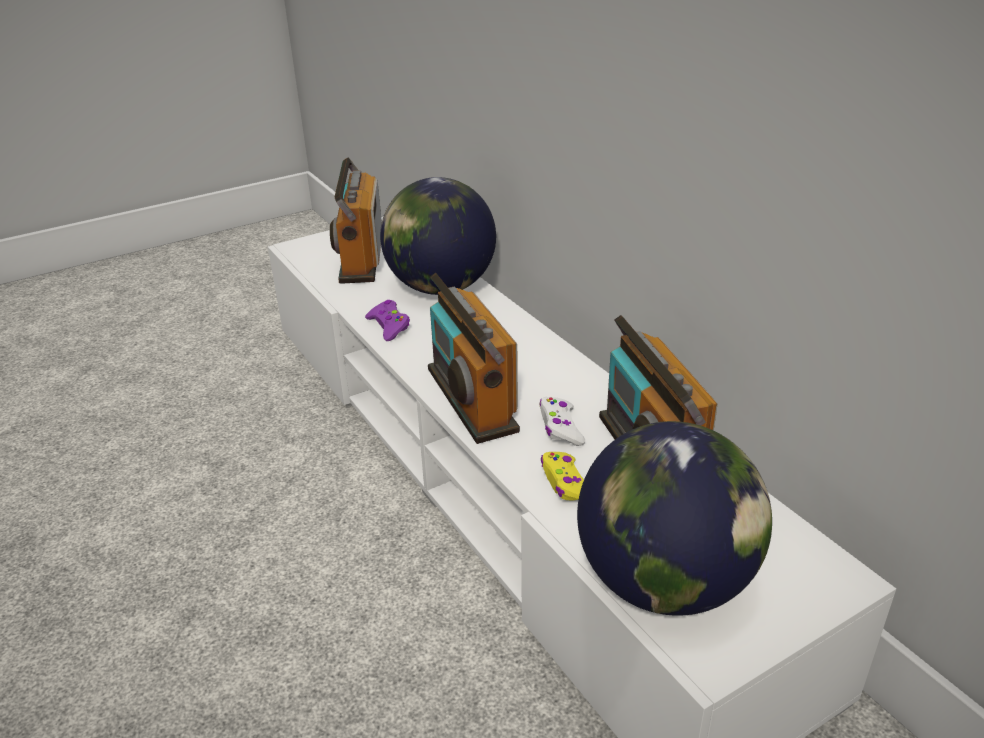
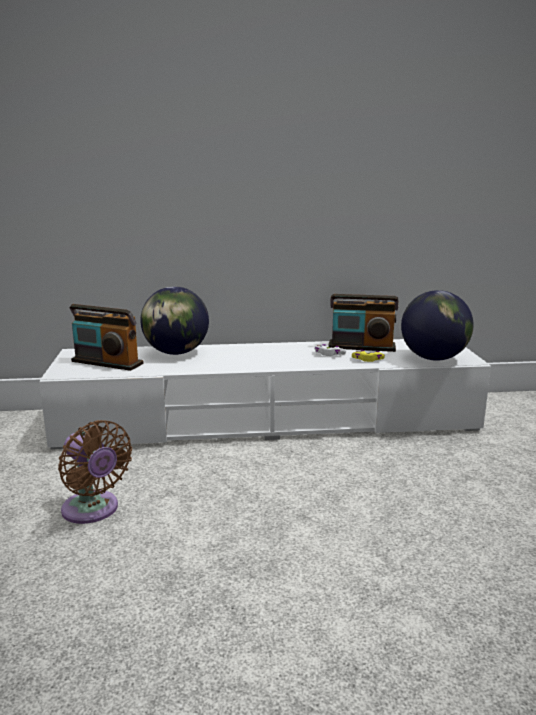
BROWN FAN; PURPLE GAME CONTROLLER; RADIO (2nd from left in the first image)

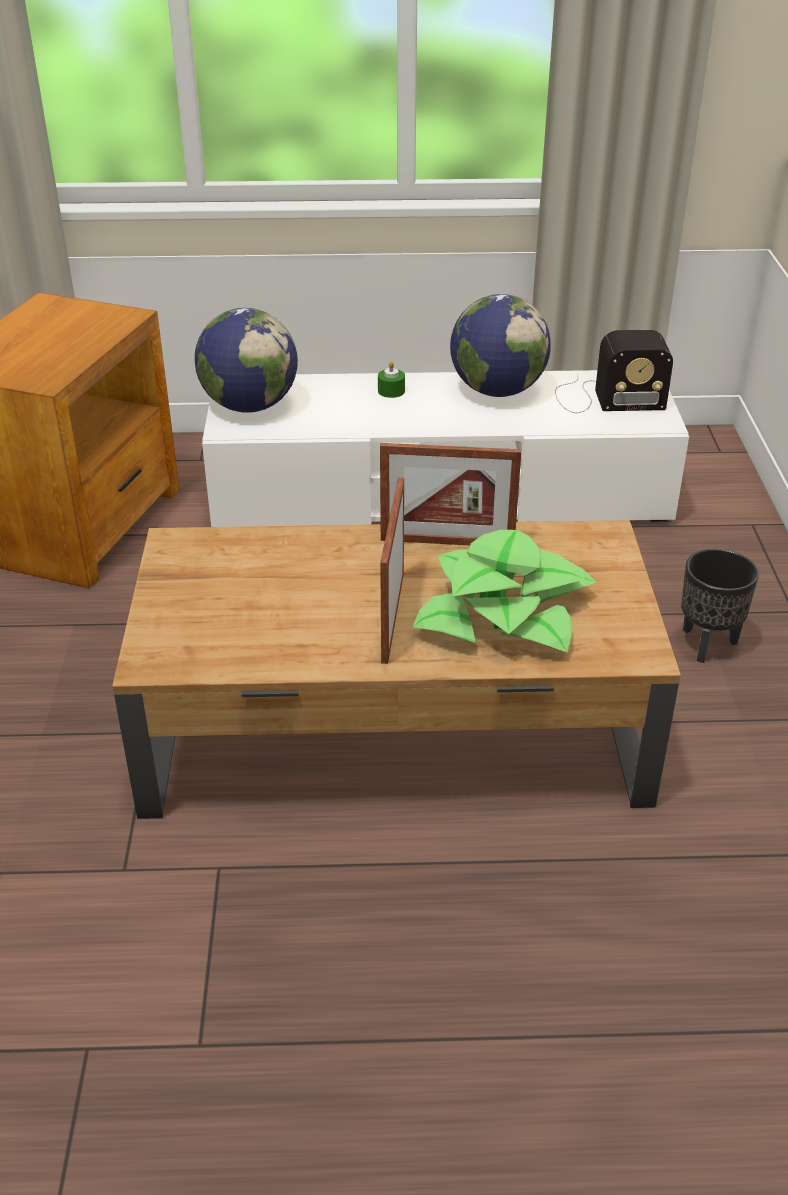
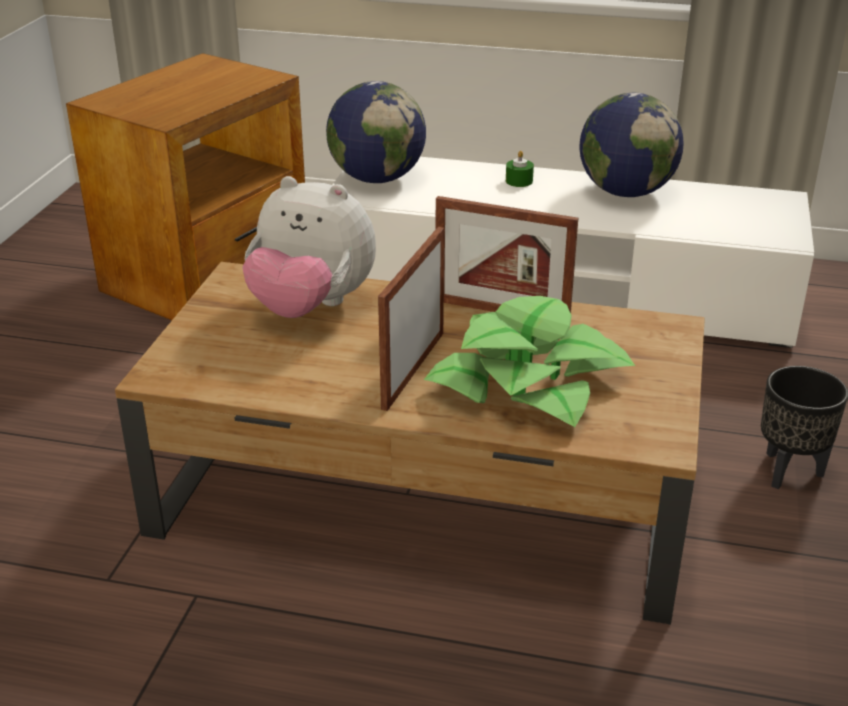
PLUSH TOY; RADIO

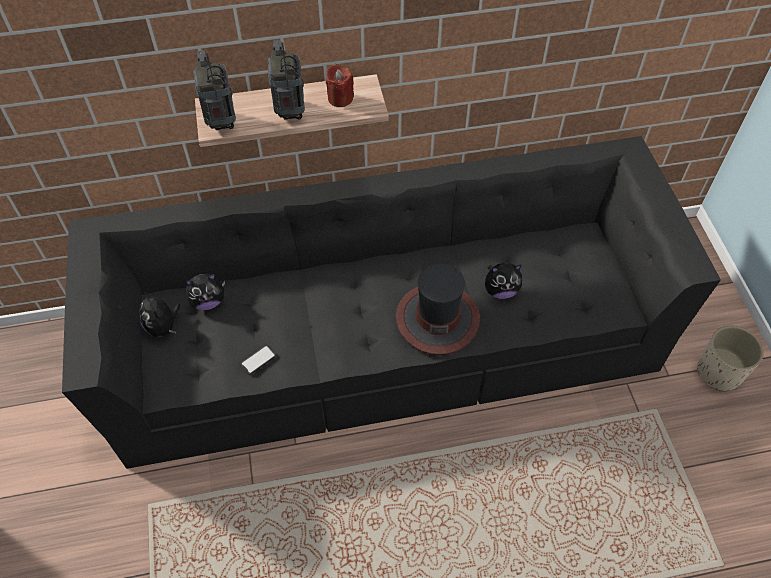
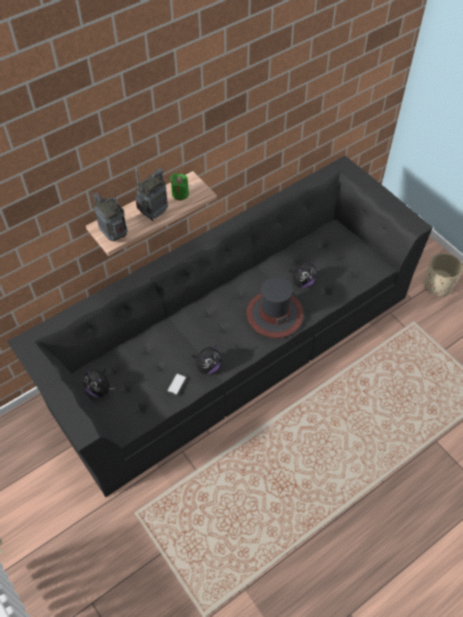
RADIO (2nd from left); GREEN CANDLE; PLUSH TOY (2nd from left)

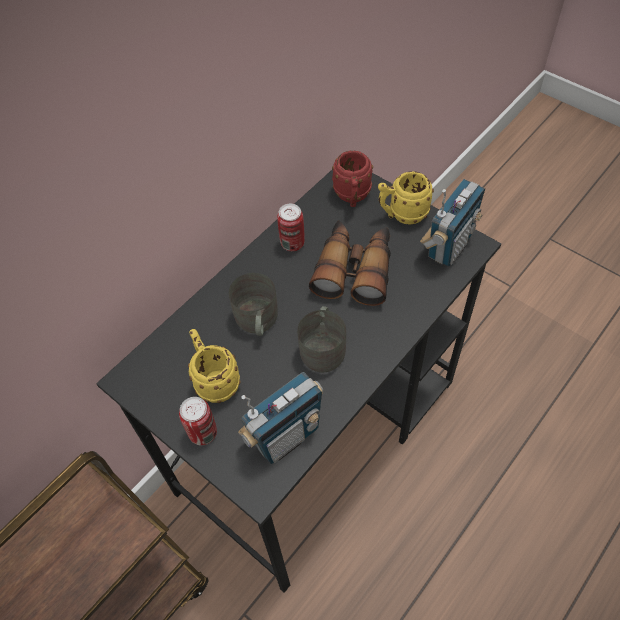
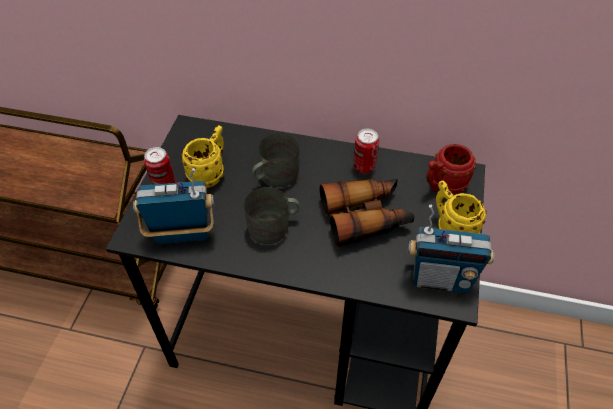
RADIO (1st from left)

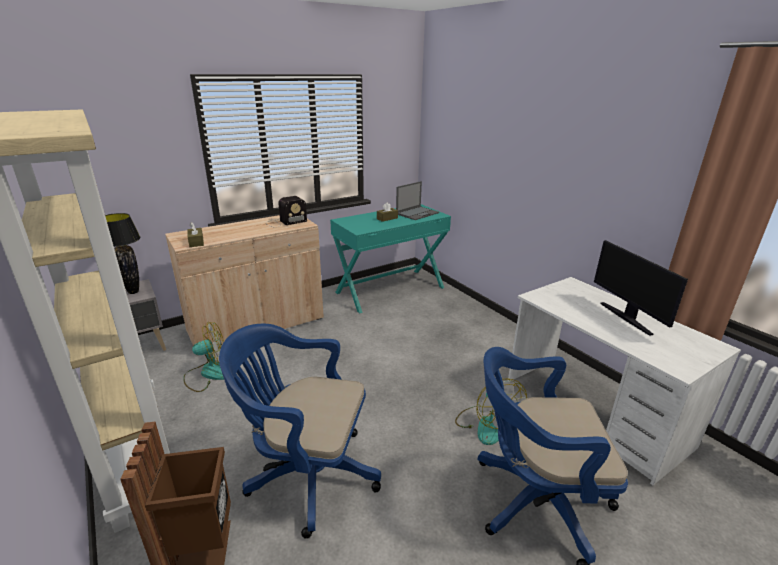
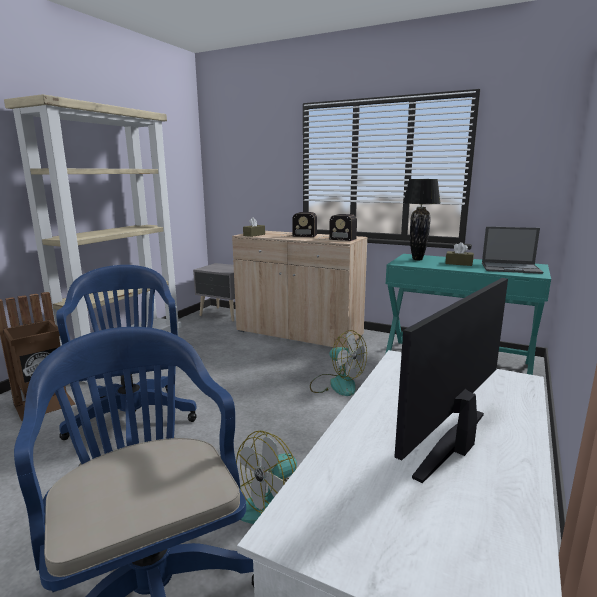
RADIO (1st from left); FAN (2nd from left); BLACK TABLE LAMP

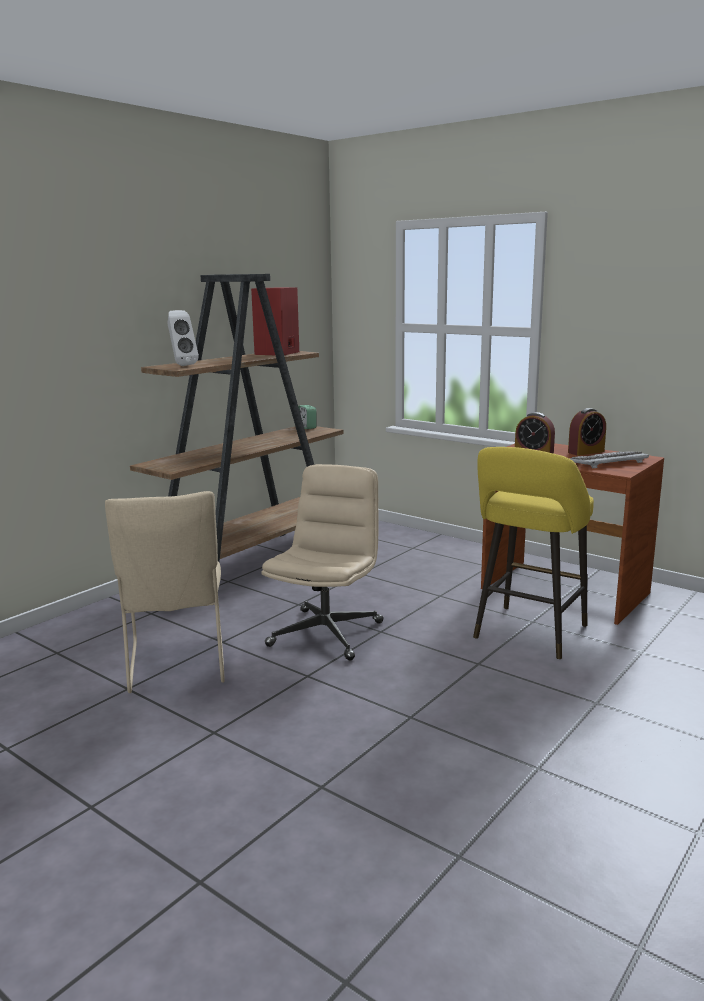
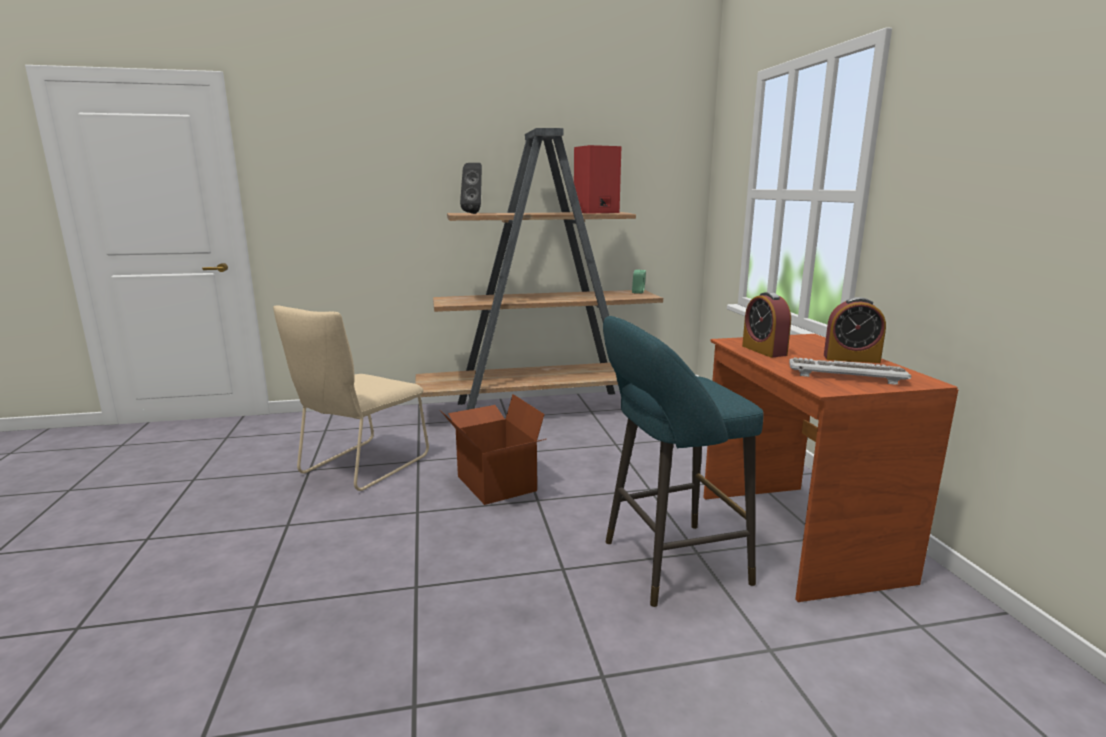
CARDBOARD BOX; BLACK SPEAKER; TURQUOISE STOOL

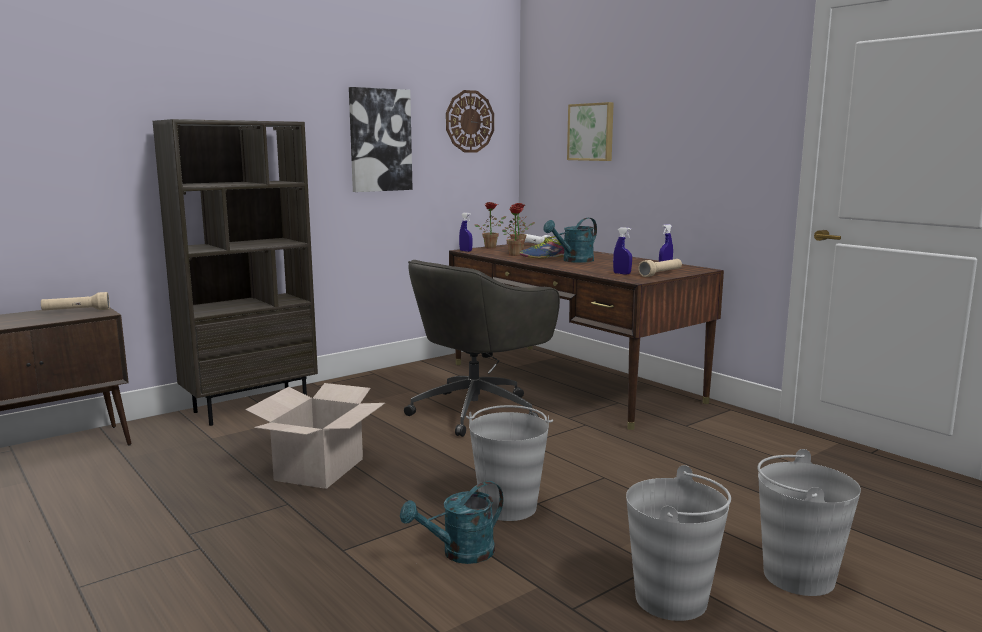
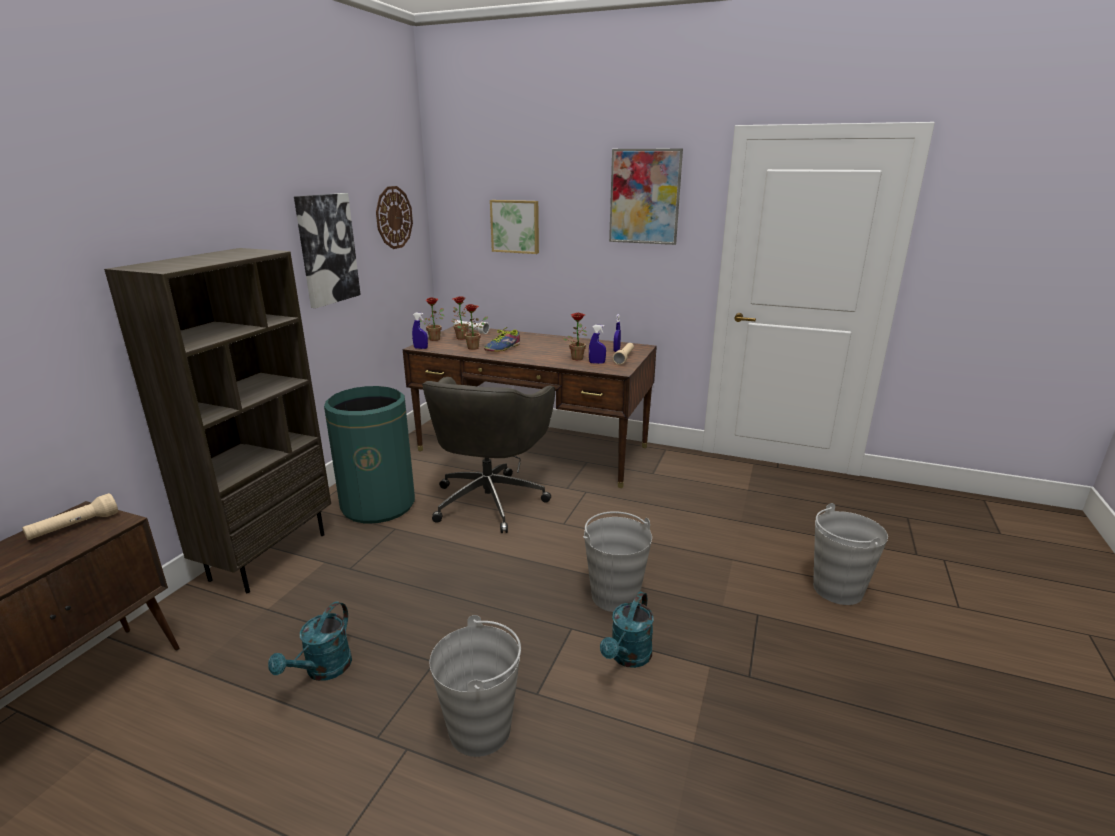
TURQUOISE WATERING CAN (1st from left); GREEN TRASH CAN; GREY BUCKET (1st from left); POTTED PLANT (4th from left); PICTURE (3rd from left); CARDBOARD BOX

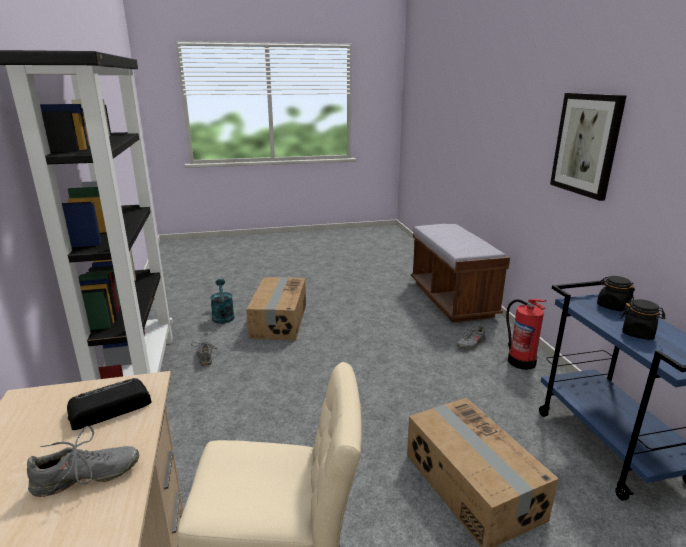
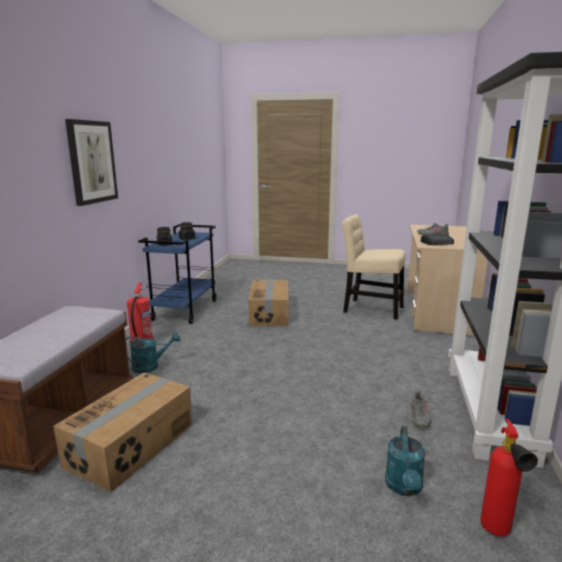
CARDBOARD BOX (1st from left); TURQUOISE WATERING CAN (1st from left); FIRE EXTINGUISHER (2nd from left)

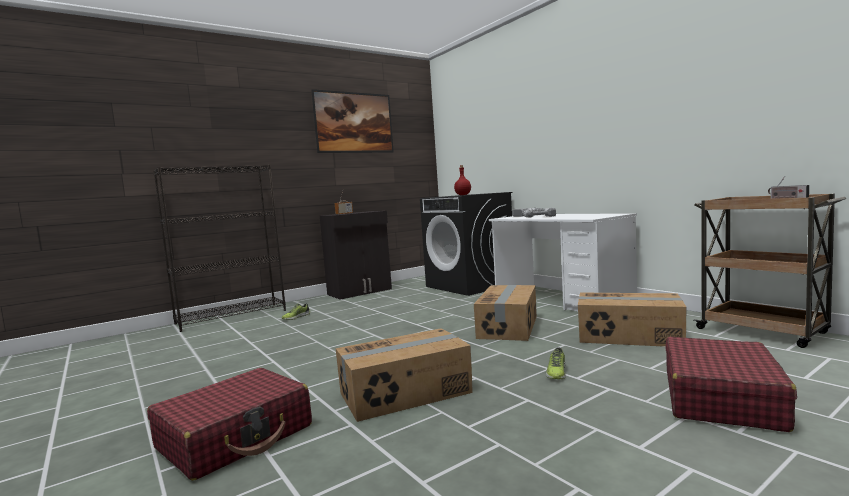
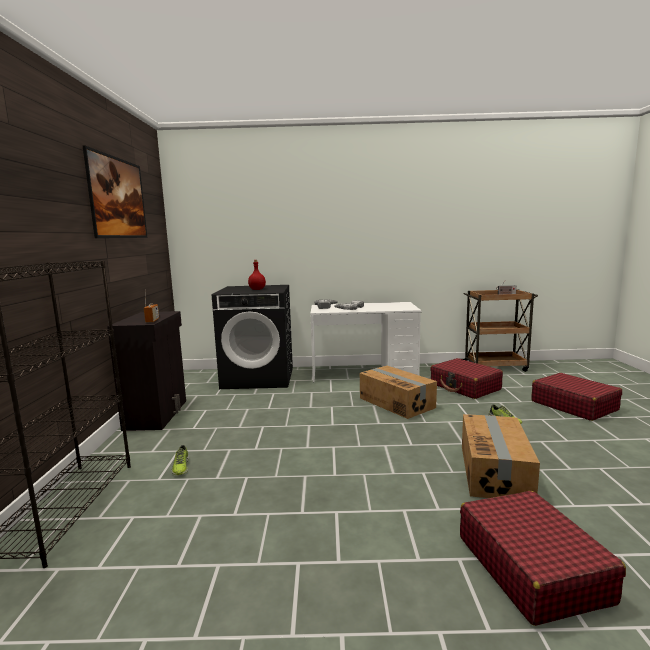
RED SUITCASE (1st from left)

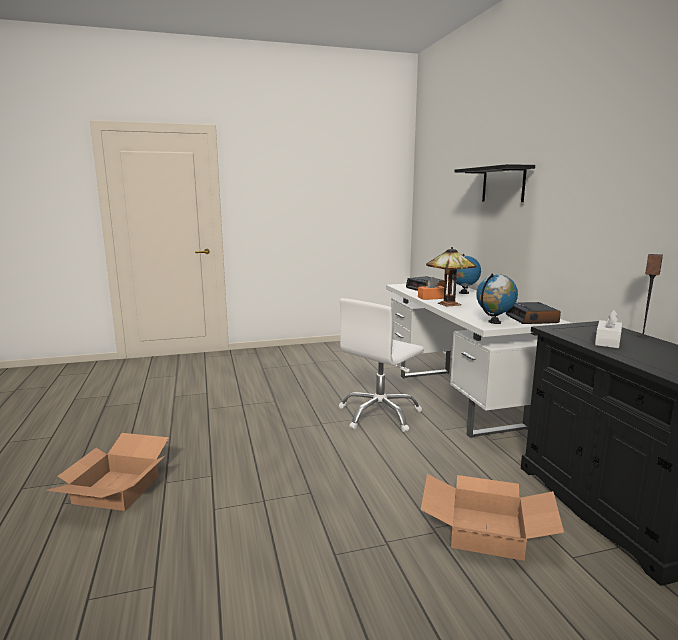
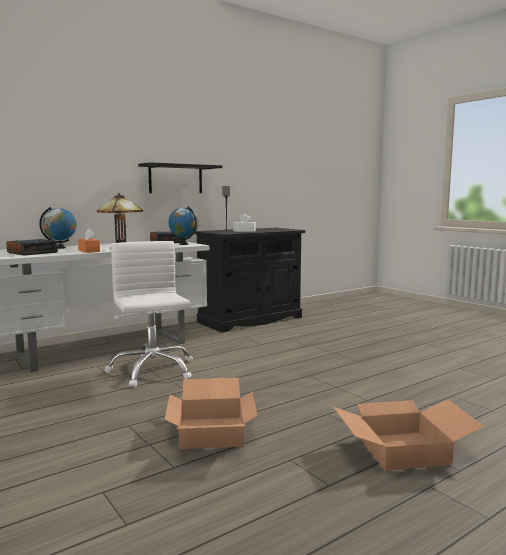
WHITE OFFICE CHAIR; BLACK SHELF; CARDBOARD BOX (1st from left)

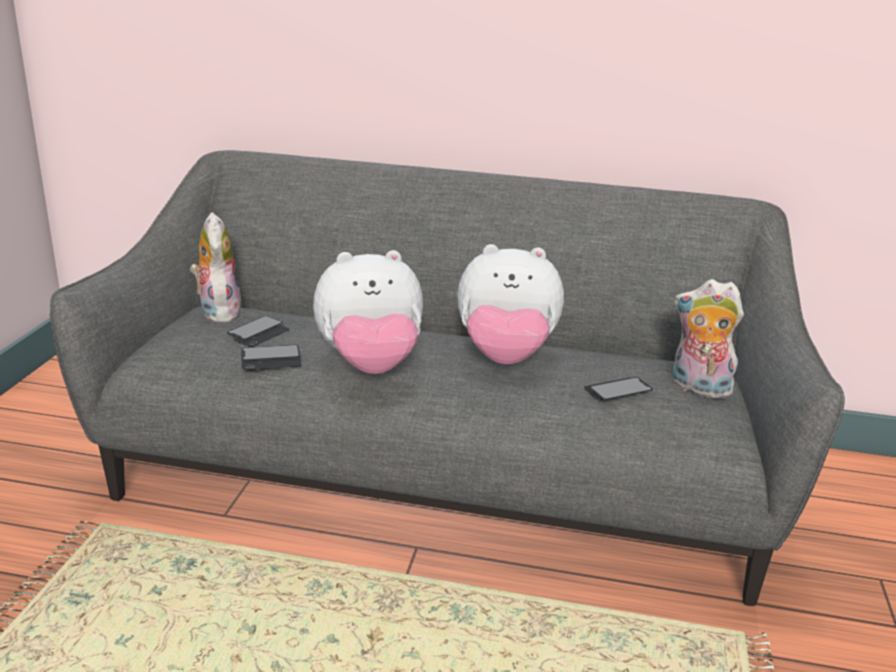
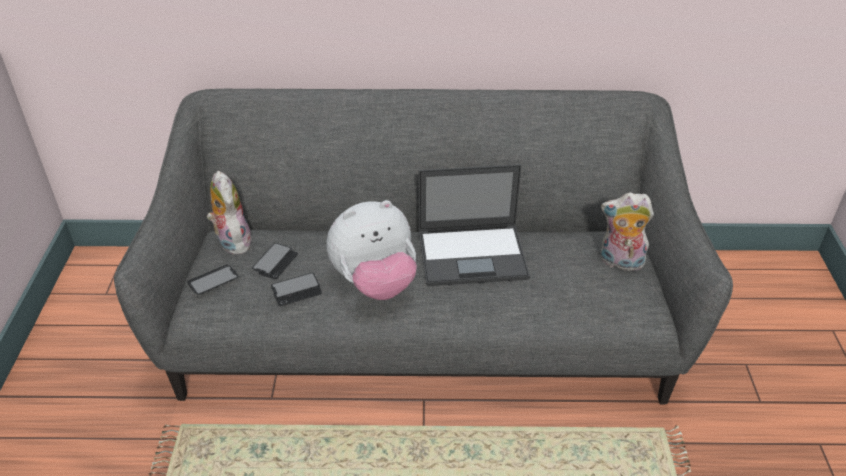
PHONE (1st from left); LAPTOP

